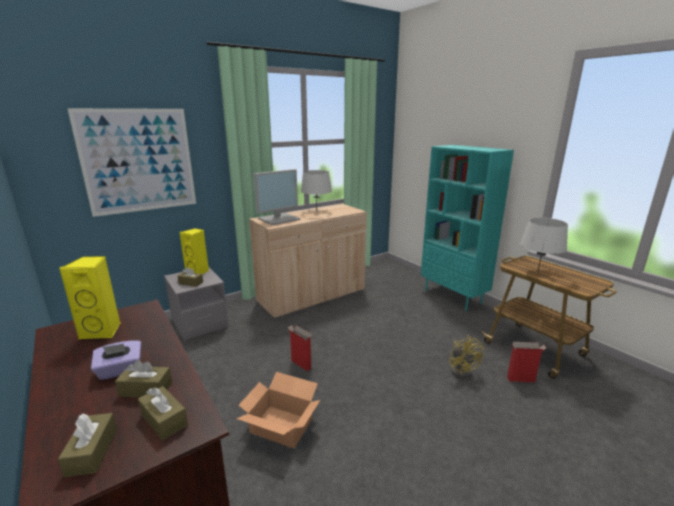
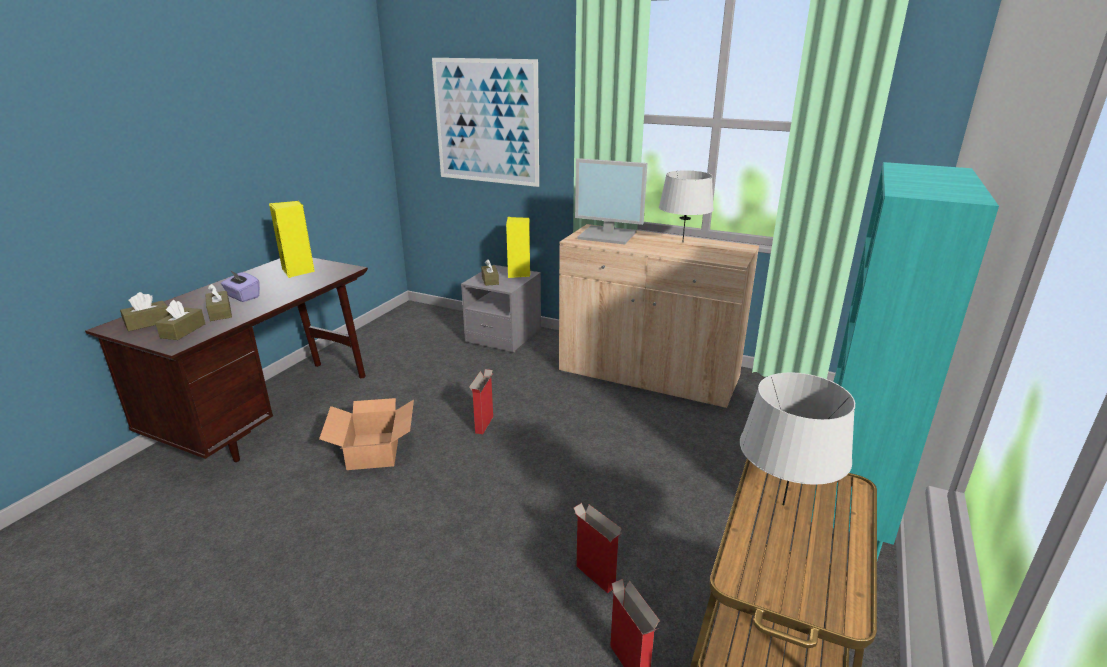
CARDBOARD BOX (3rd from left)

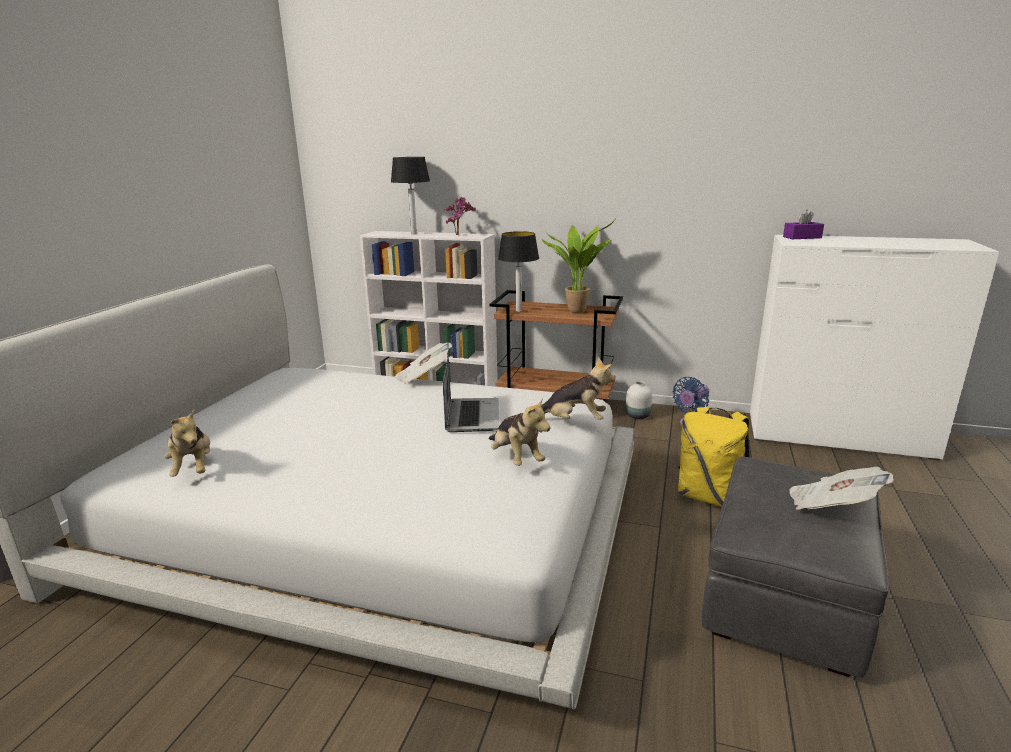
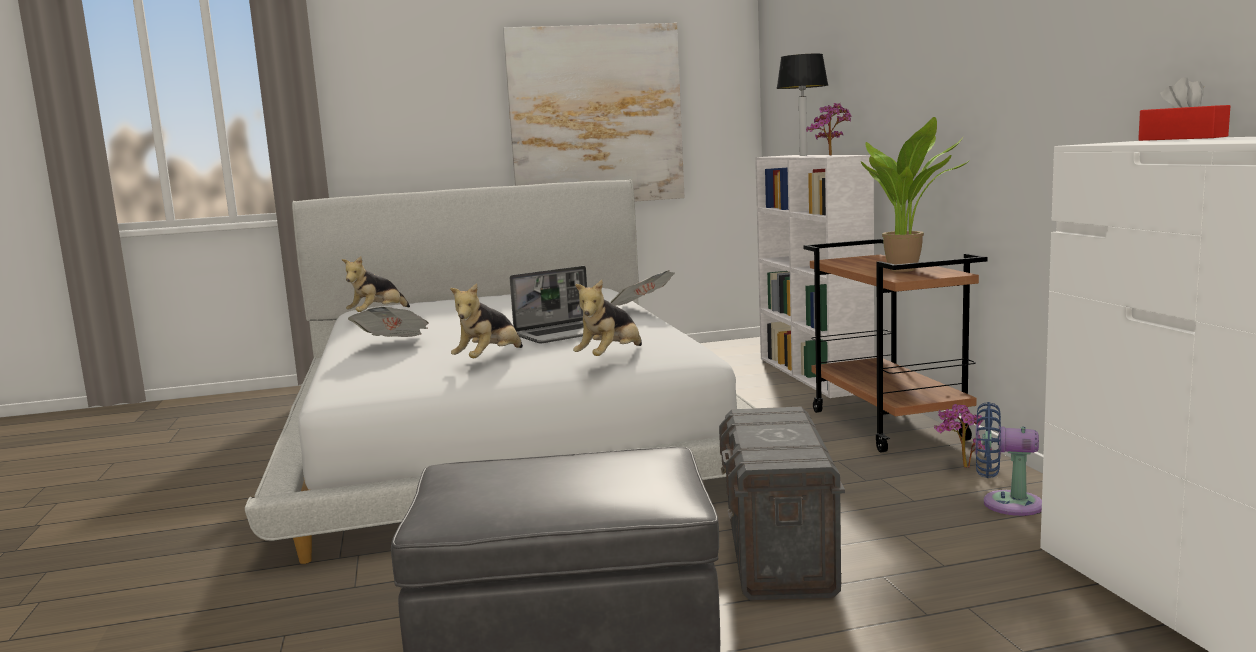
NEWSPAPER (1st from left); PICTURE; PLUSH TOY (3rd from left); GREY STORAGE BOX; POTTED PLANT (3rd from left); RED TISSUE BOX; TABLE LAMP (2nd from left in the first image)

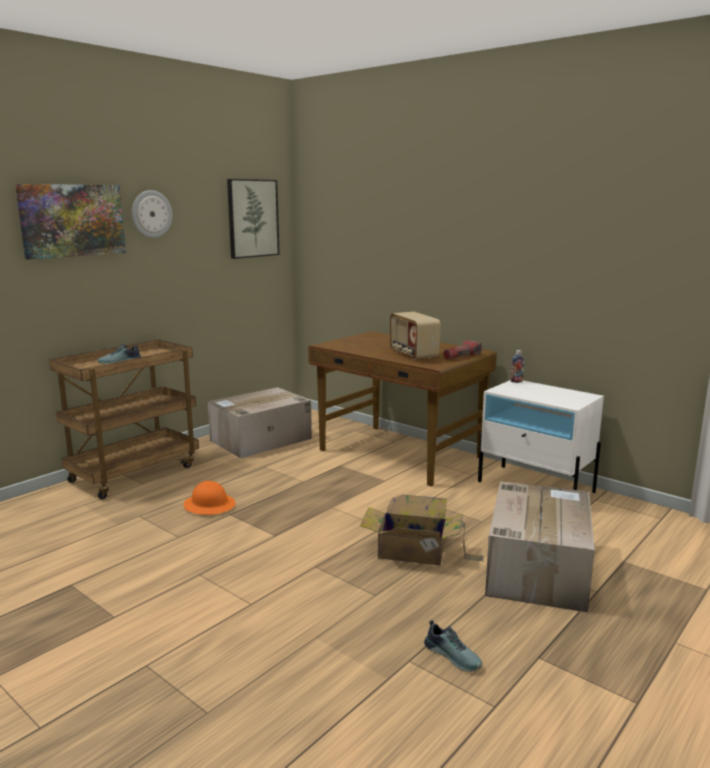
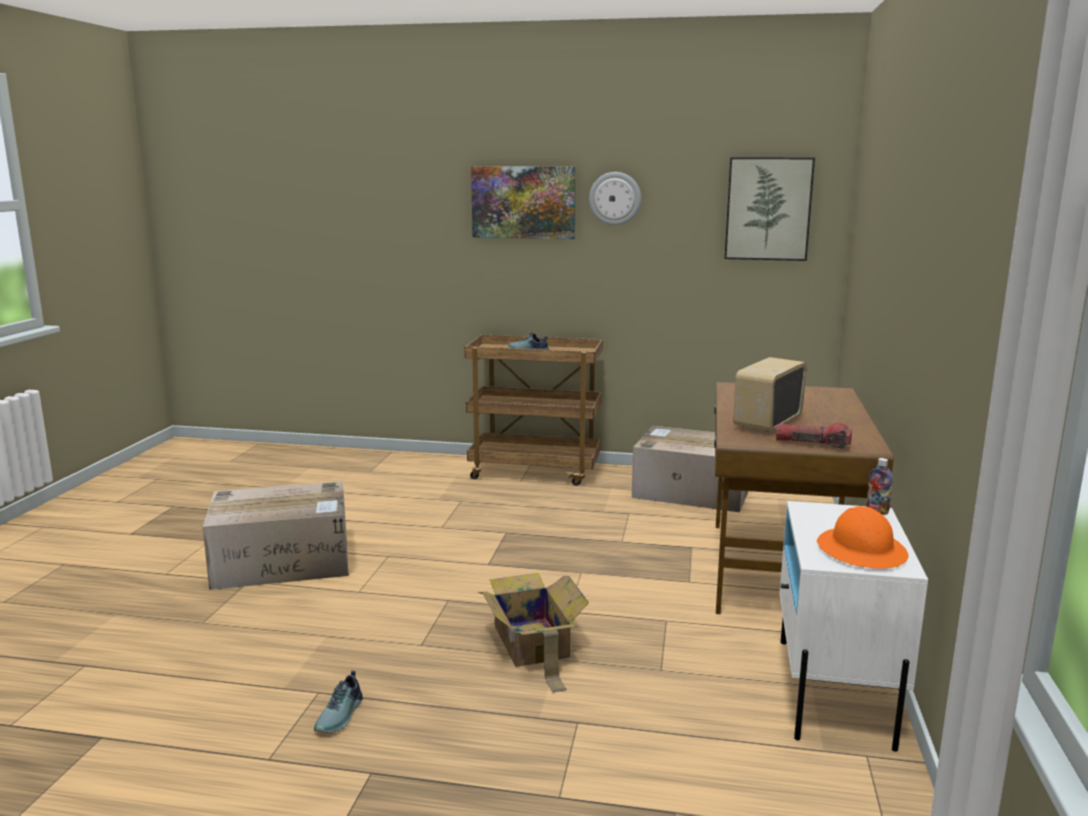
CARDBOARD BOX (1st from left); ORANGE HARD HAT

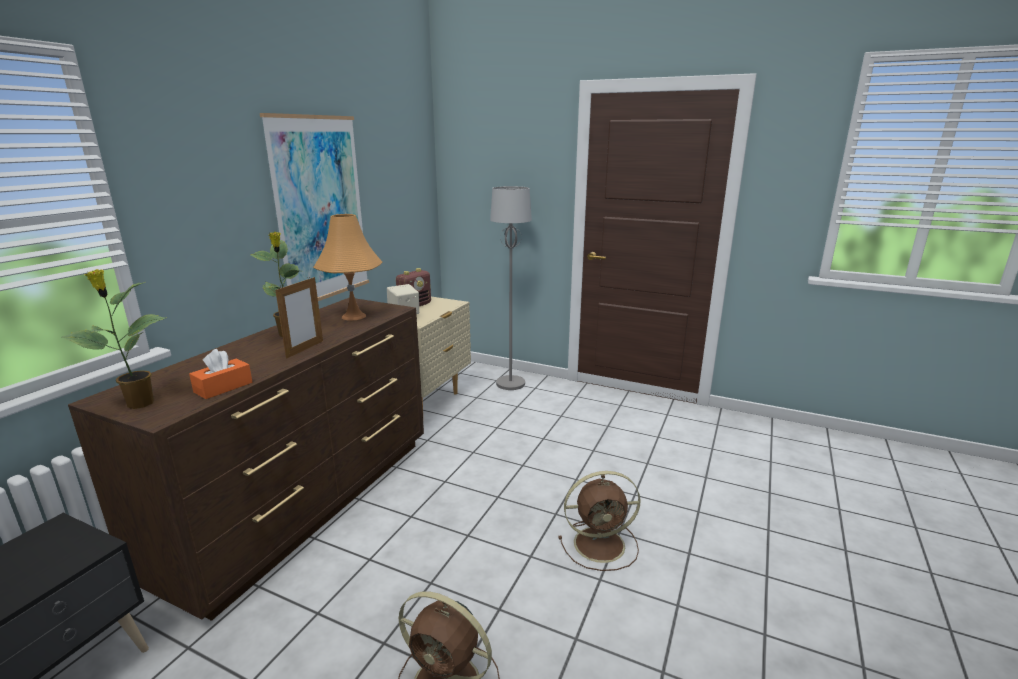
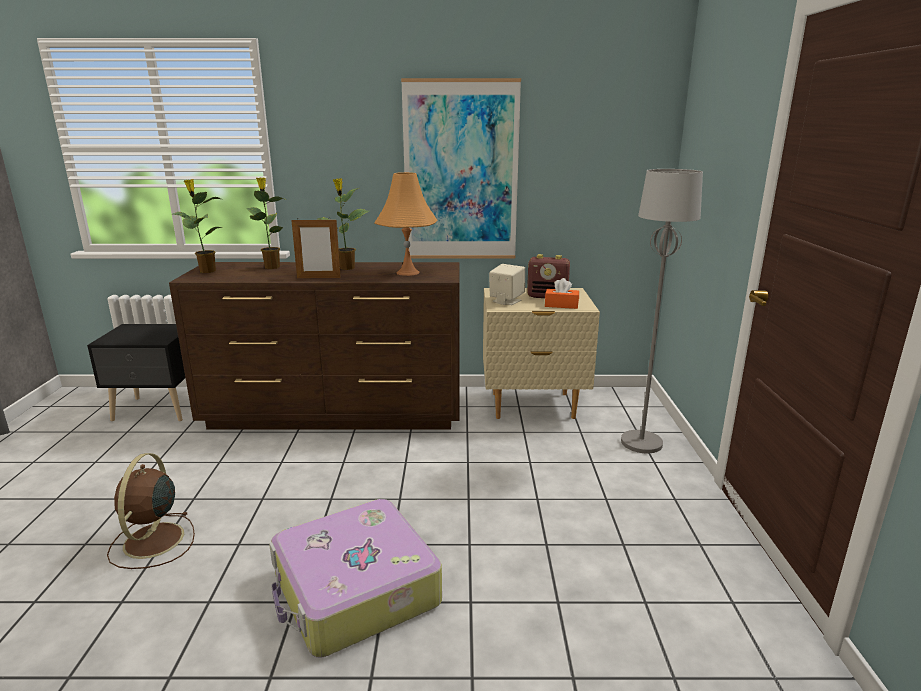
POTTED PLANT (2nd from left); SUITCASE; ORANGE TISSUE BOX

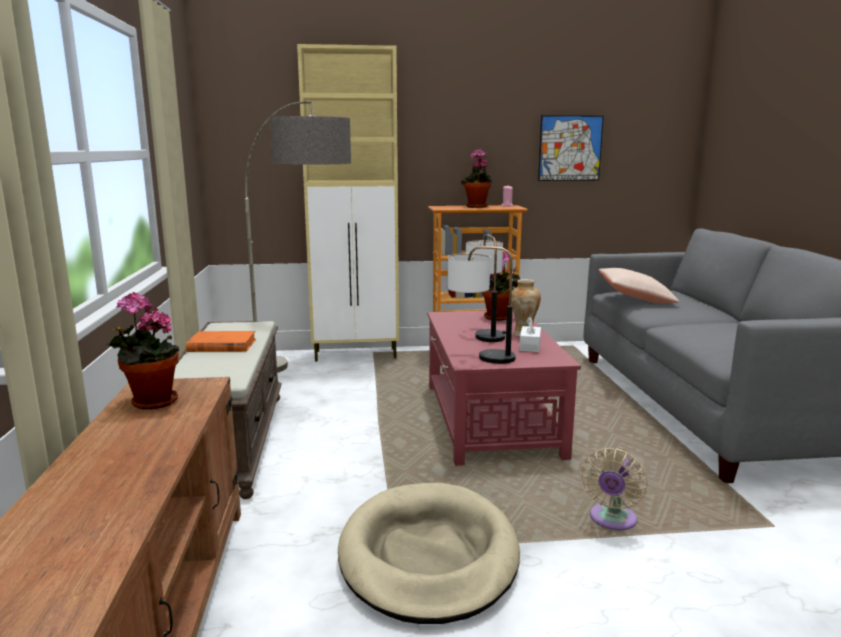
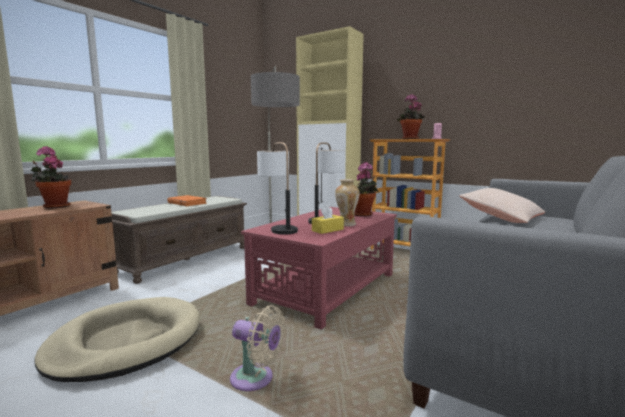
BEIGE FAN; YELLOW TISSUE BOX; PICTURE

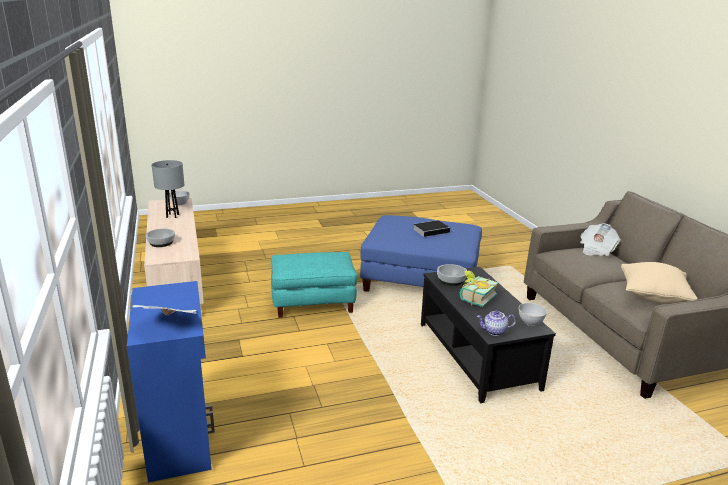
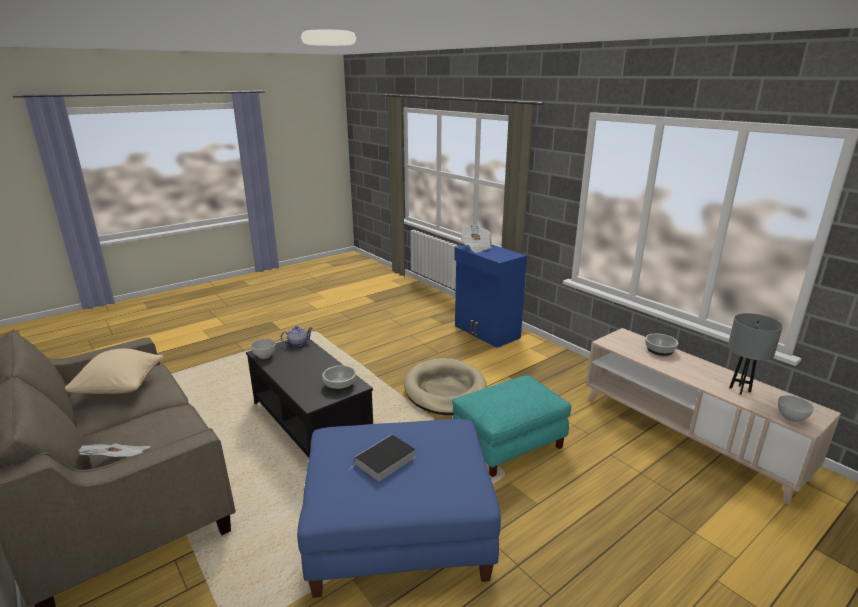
BEIGE DOG BED; BOOK (2nd from left in the first image)

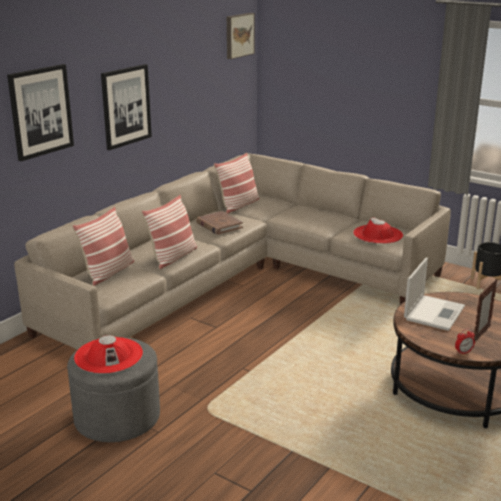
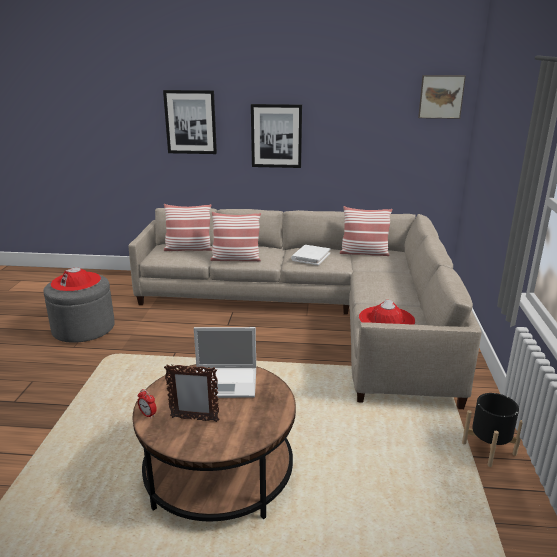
WHITE BOOK

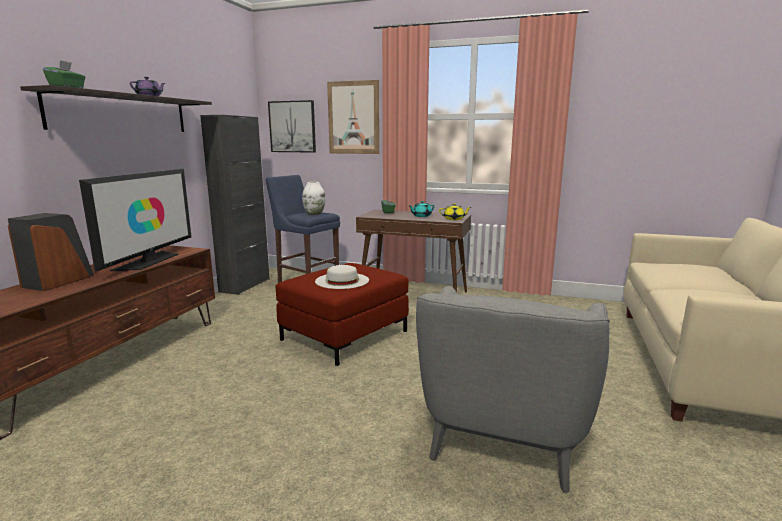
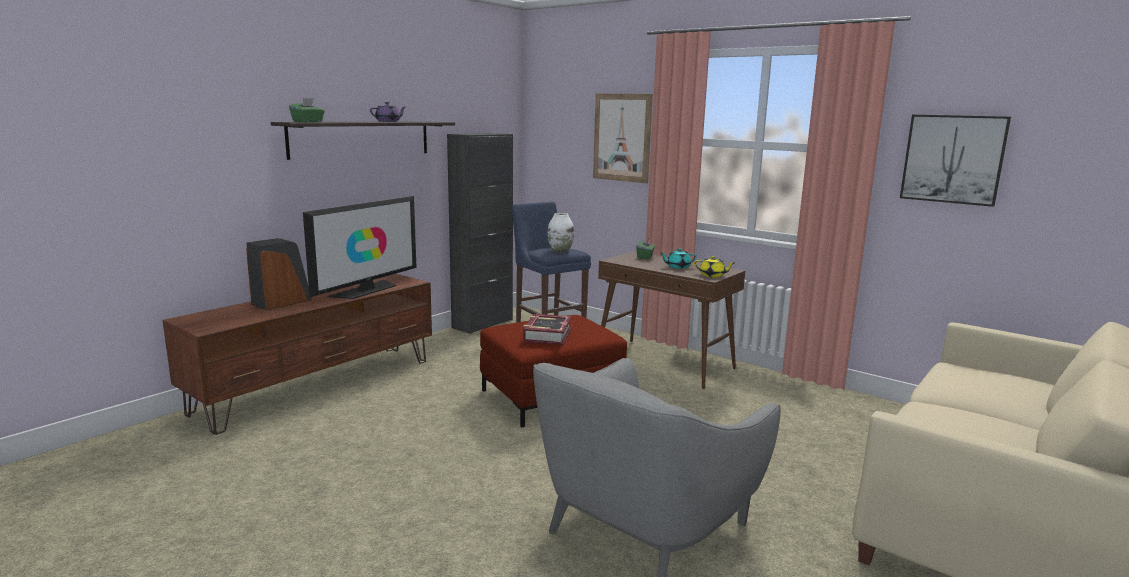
BOOK; PICTURE (2nd from left)

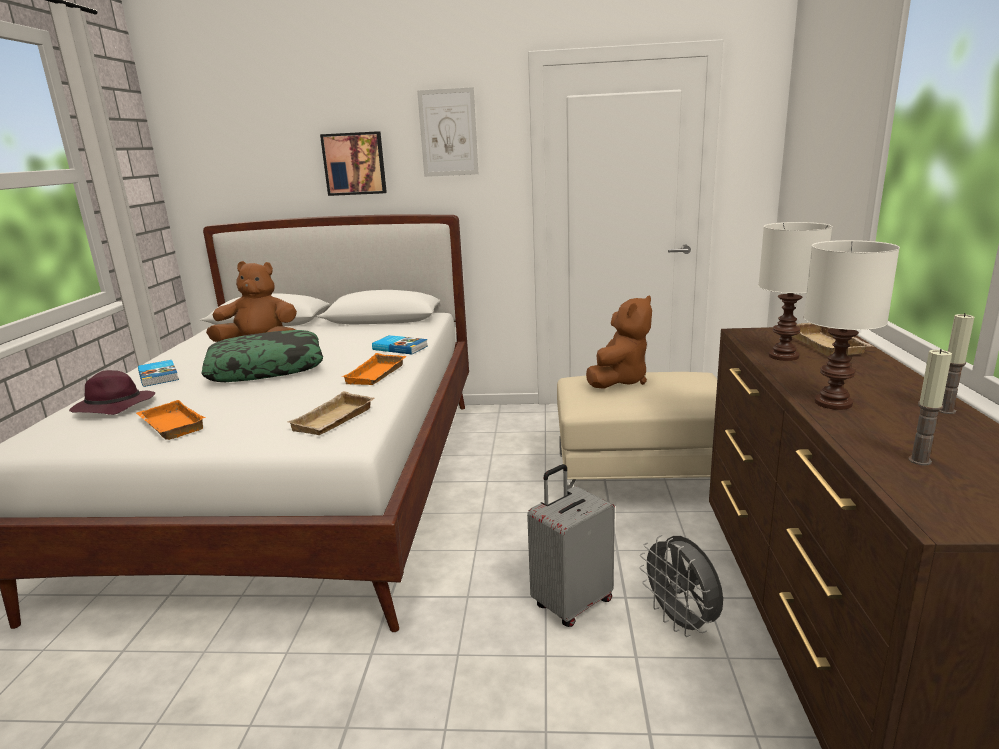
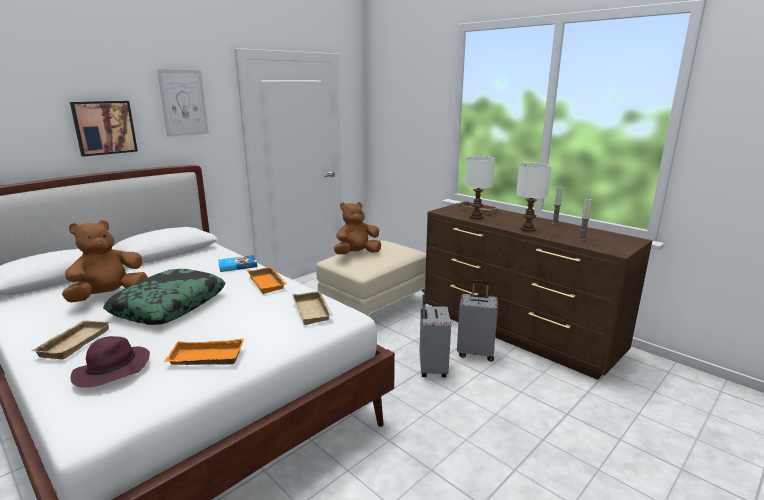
BEIGE TRAY (1st from left); BROWN PLUSH TOY (2nd from left); GREY SUITCASE (2nd from left)

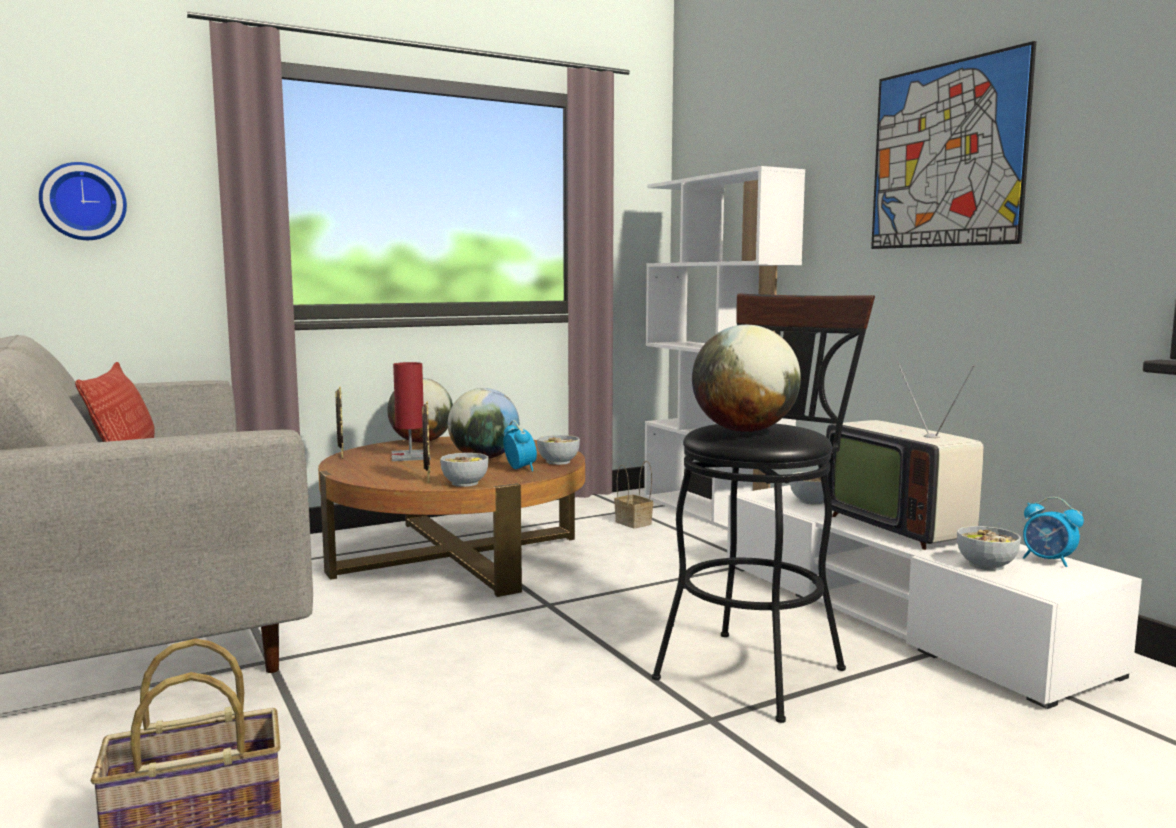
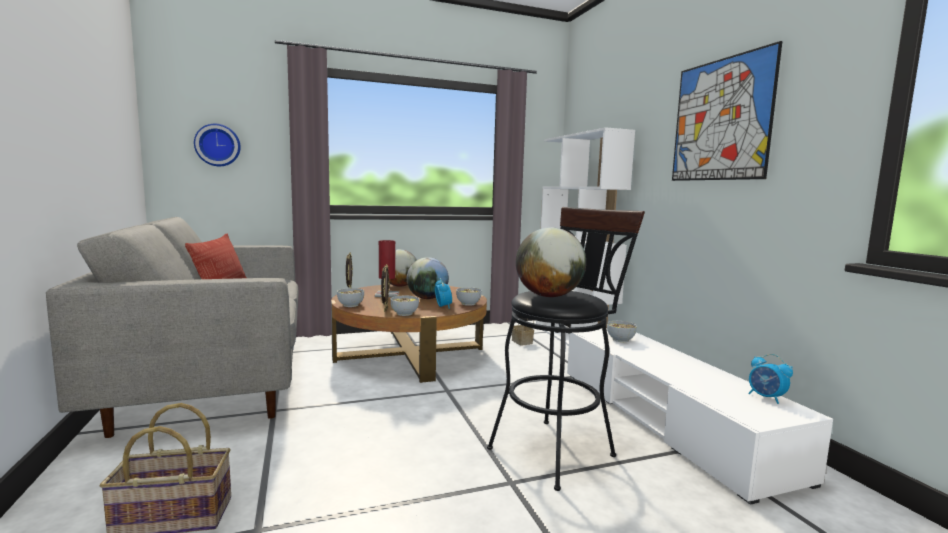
BOWL (1st from left); TELEVISION

